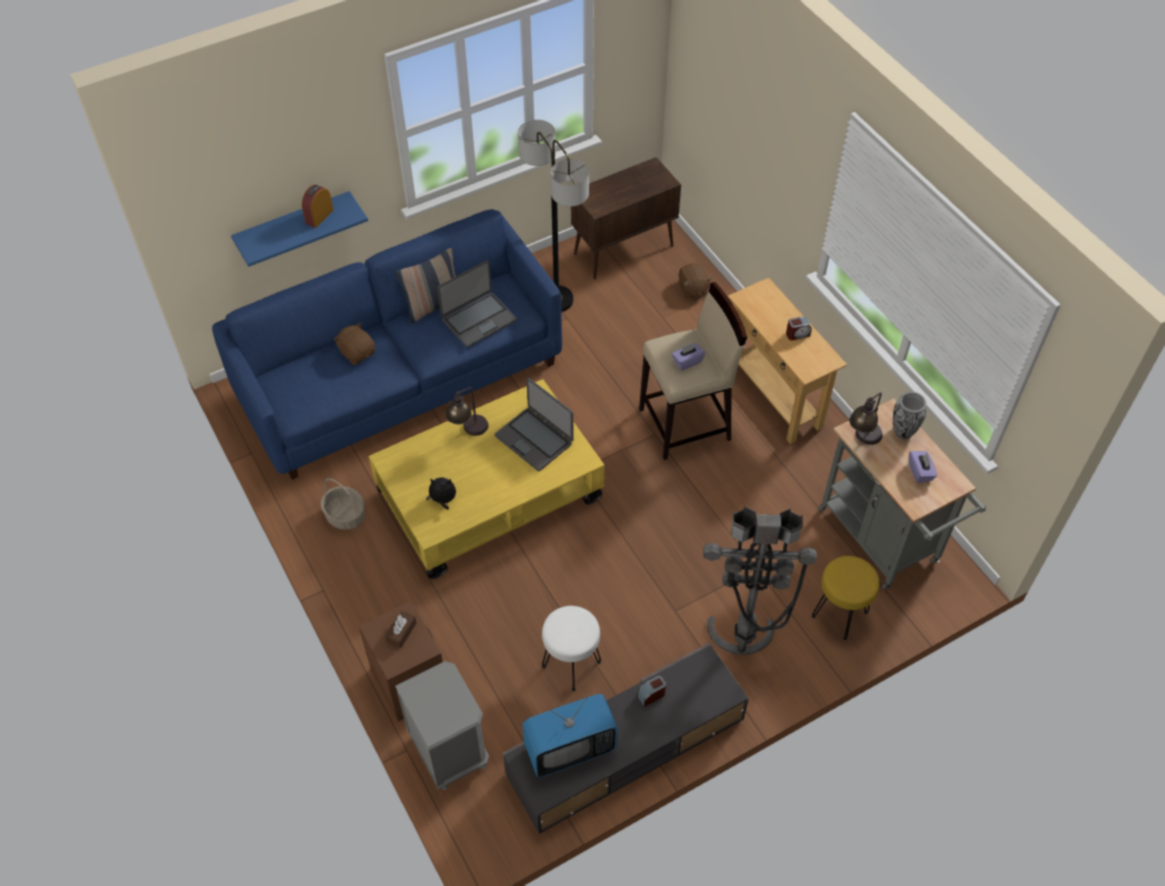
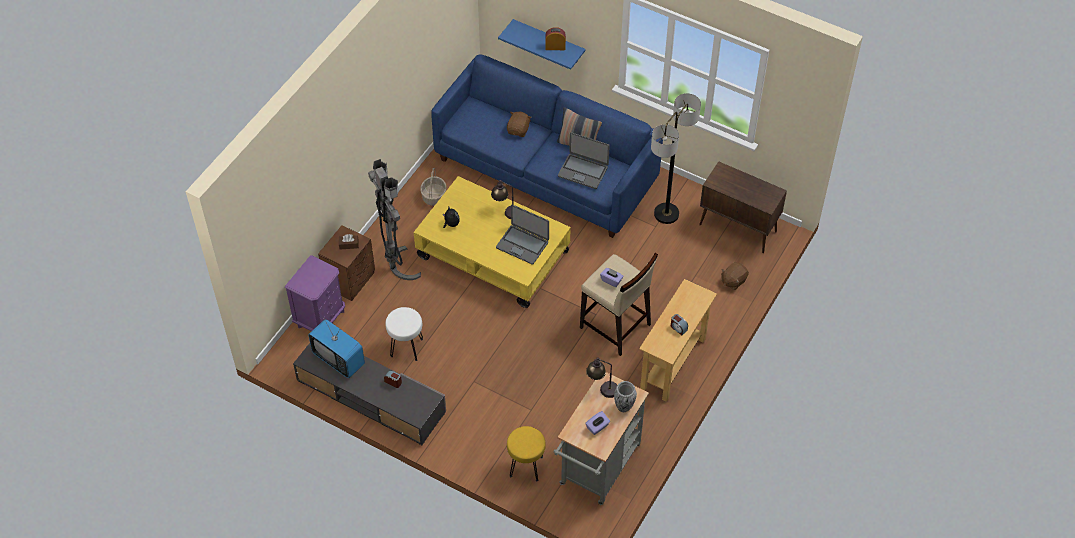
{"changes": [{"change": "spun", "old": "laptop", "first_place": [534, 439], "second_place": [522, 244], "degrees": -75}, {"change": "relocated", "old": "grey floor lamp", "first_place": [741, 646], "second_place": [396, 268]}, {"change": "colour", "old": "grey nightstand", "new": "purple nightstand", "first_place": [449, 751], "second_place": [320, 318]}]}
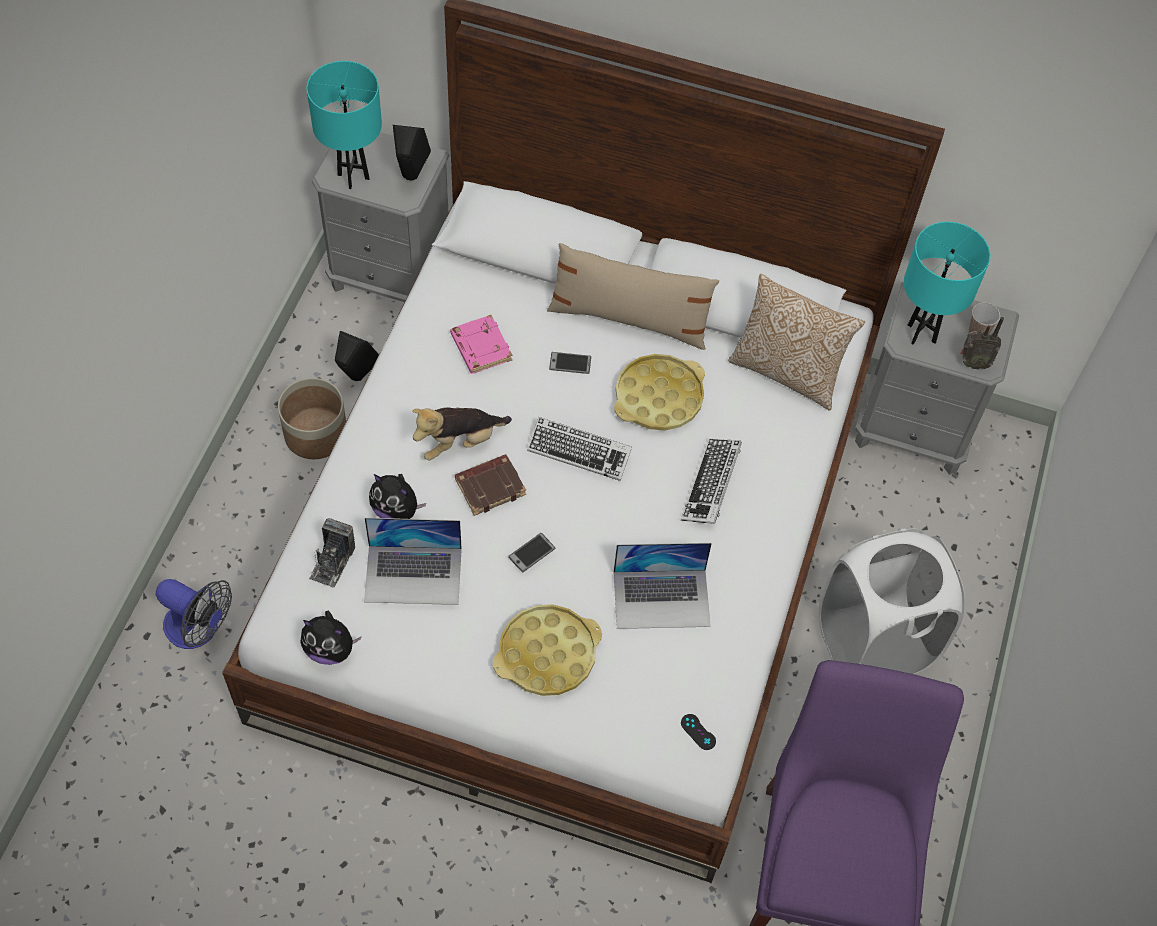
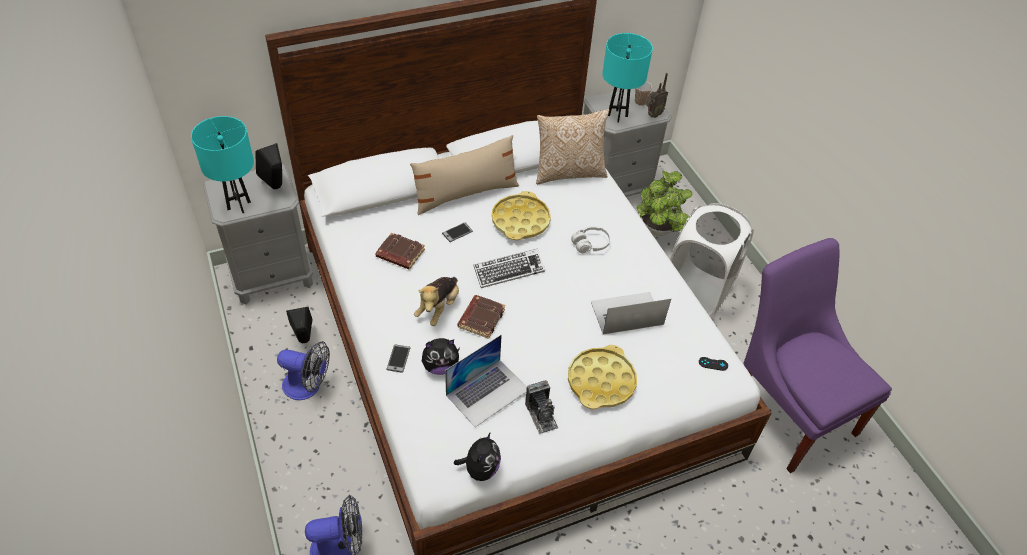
{"changes": [{"change": "colour", "old": "pink book", "new": "brown book", "first_place": [480, 347], "second_place": [399, 254]}, {"change": "exchanged", "old": "planter", "new": "fan", "first_place": [316, 433], "second_place": [308, 386]}, {"change": "exchanged", "old": "keyboard", "new": "white headphones", "first_place": [711, 484], "second_place": [590, 244]}, {"change": "relocated", "old": "photo camera", "first_place": [332, 562], "second_place": [541, 415]}, {"change": "relocated", "old": "phone", "first_place": [531, 553], "second_place": [398, 358]}, {"change": "spun", "old": "laptop", "first_place": [661, 598], "second_place": [626, 313], "degrees": -150}, {"change": "spun", "old": "plush toy", "first_place": [330, 649], "second_place": [480, 469], "degrees": -45}, {"change": "appeared", "new": "potted plant", "second_place": [657, 230]}]}
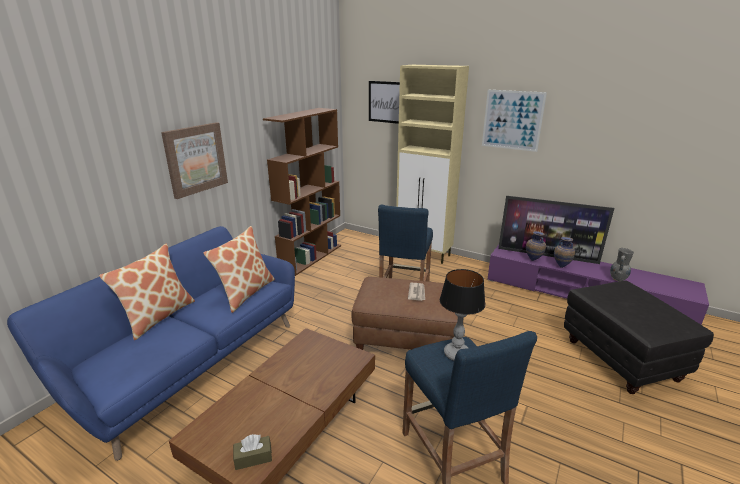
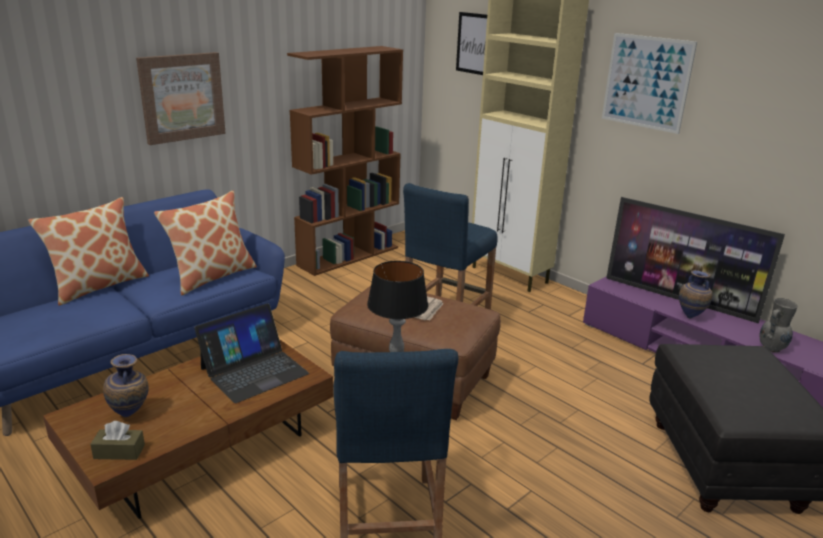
{"changes": [{"change": "relocated", "old": "vase", "first_place": [533, 260], "second_place": [131, 415]}, {"change": "appeared", "new": "laptop", "second_place": [254, 371]}]}
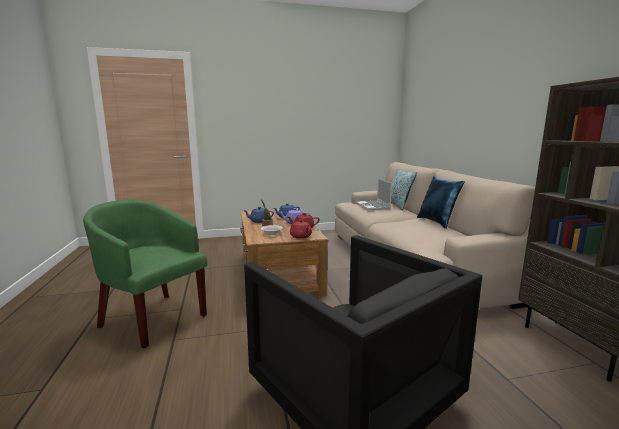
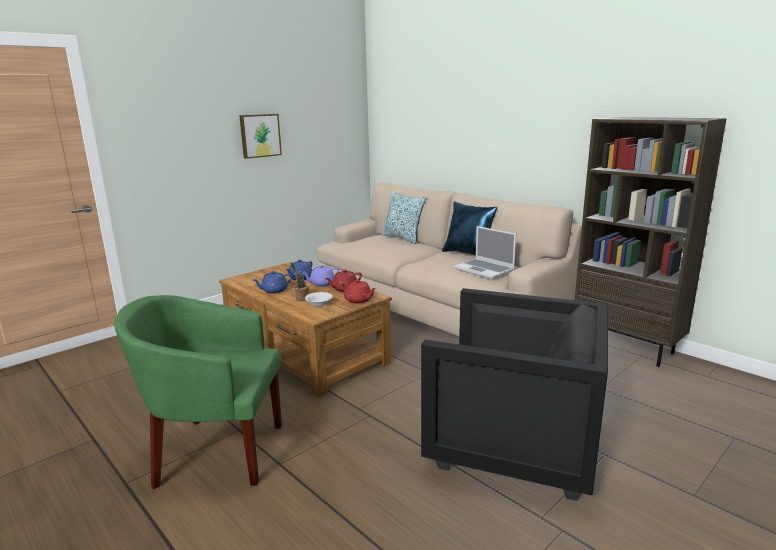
{"changes": [{"change": "relocated", "old": "laptop", "first_place": [373, 206], "second_place": [485, 270]}, {"change": "appeared", "new": "picture", "second_place": [260, 135]}]}
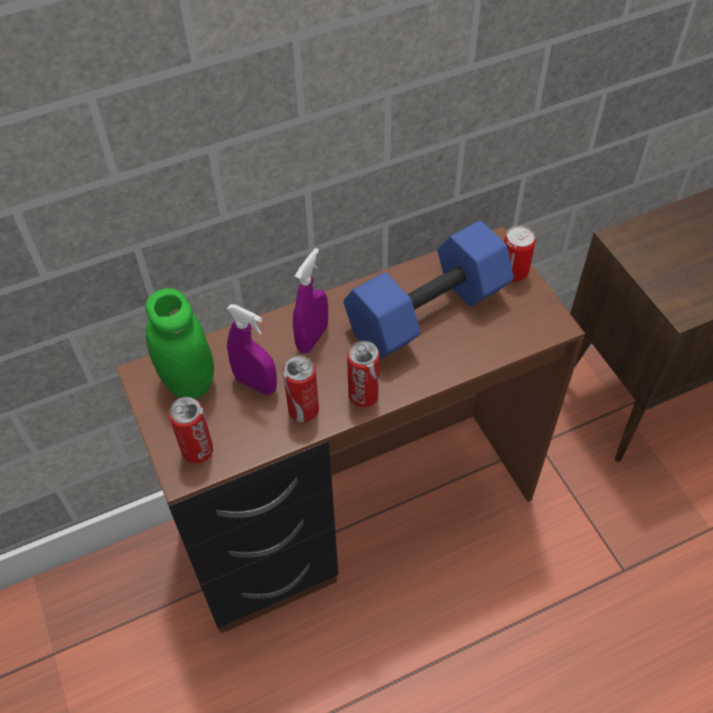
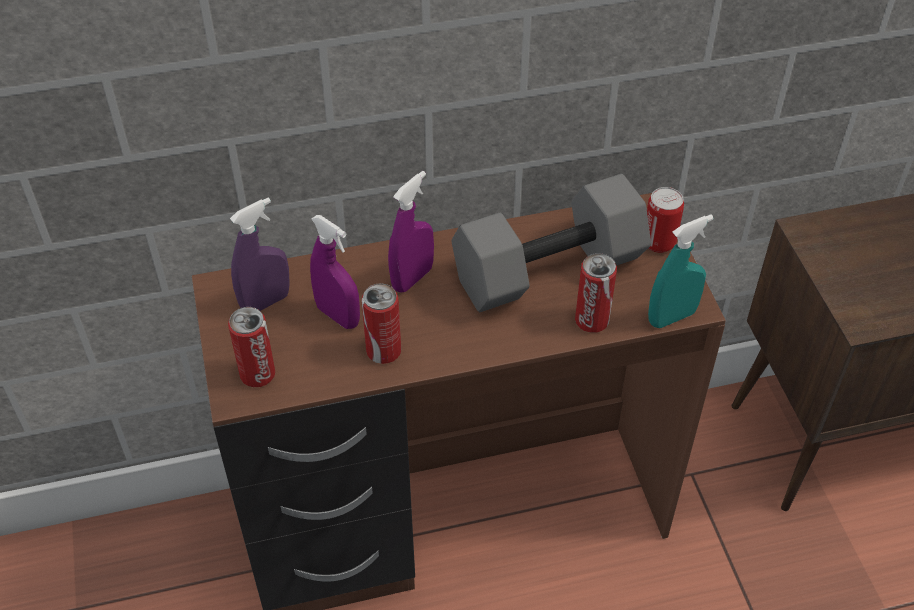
{"changes": [{"change": "colour", "old": "blue dumbbell", "new": "grey dumbbell", "first_place": [427, 309], "second_place": [549, 267]}, {"change": "exchanged", "old": "green jar", "new": "purple spray bottle", "first_place": [188, 381], "second_place": [266, 302]}, {"change": "relocated", "old": "can", "first_place": [363, 395], "second_place": [591, 321]}, {"change": "appeared", "new": "turquoise spray bottle", "second_place": [672, 317]}]}
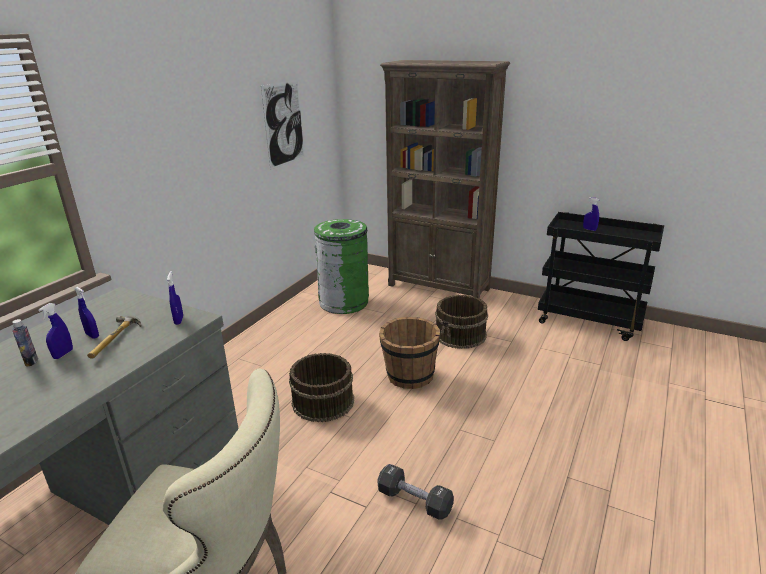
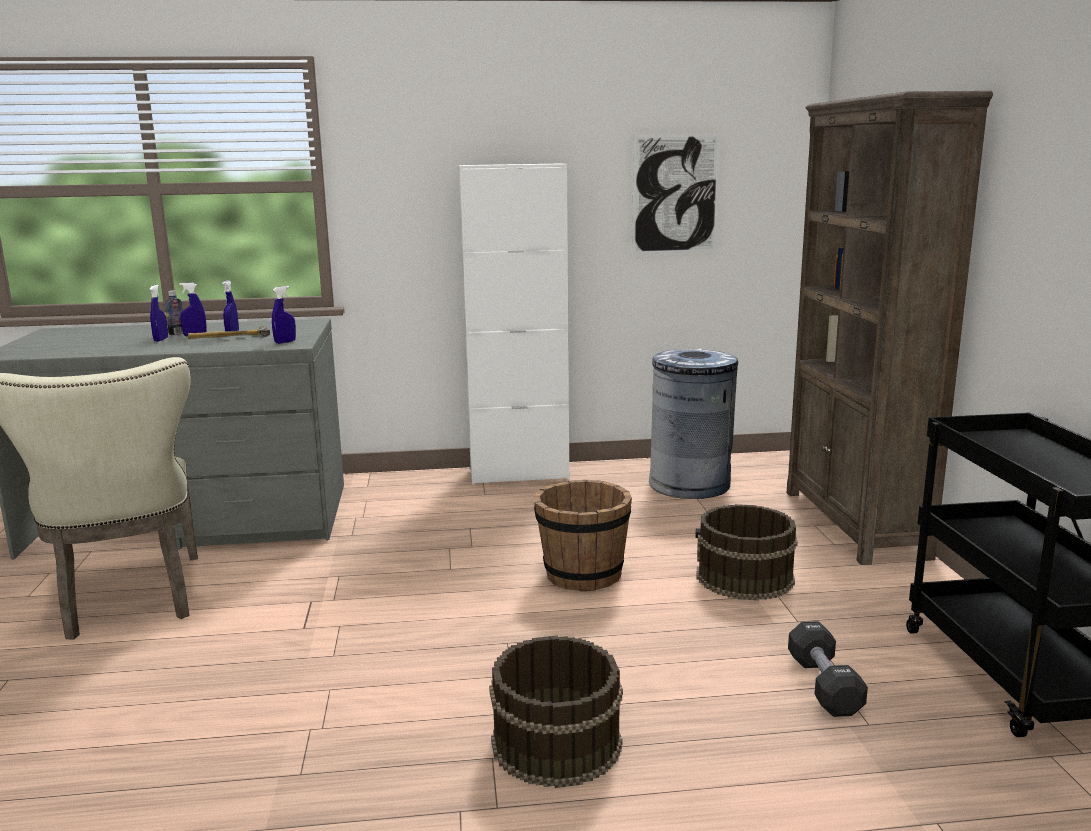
{"changes": [{"change": "relocated", "old": "blue spray bottle", "first_place": [589, 229], "second_place": [161, 340]}, {"change": "colour", "old": "green trash can", "new": "grey trash can", "first_place": [344, 302], "second_place": [690, 484]}, {"change": "relocated", "old": "brown bucket", "first_place": [322, 402], "second_place": [554, 743]}, {"change": "relocated", "old": "black dumbbell", "first_place": [414, 501], "second_place": [824, 685]}, {"change": "appeared", "new": "white cabinet", "second_place": [519, 474]}]}
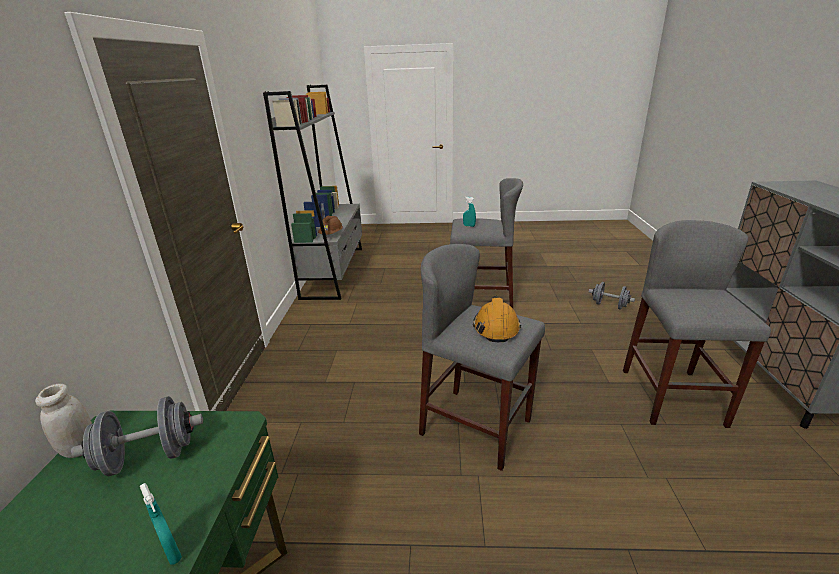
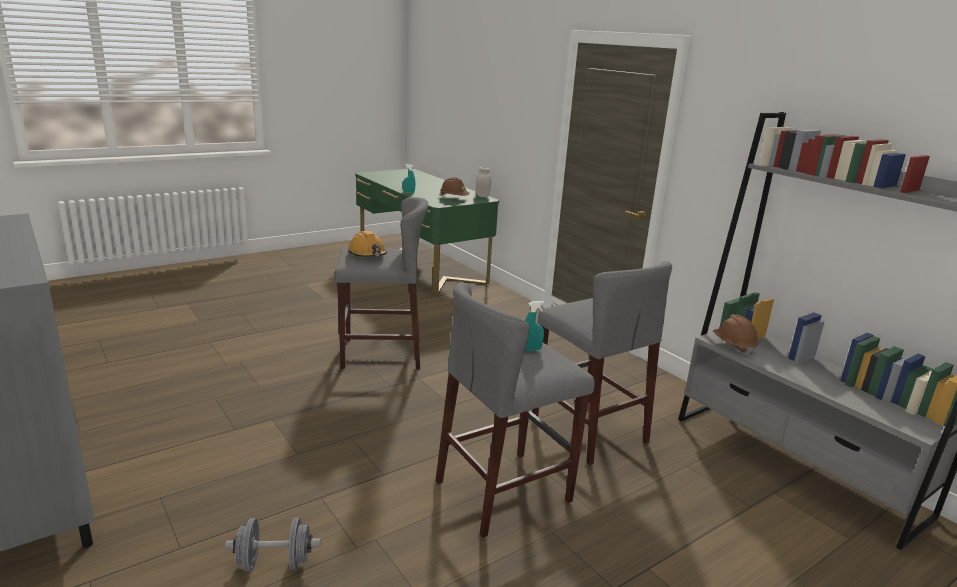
{"changes": [{"change": "relocated", "old": "grey stool", "first_place": [671, 397], "second_place": [588, 429]}, {"change": "exchanged", "old": "grey dumbbell", "new": "brown hard hat", "first_place": [149, 457], "second_place": [454, 198]}]}
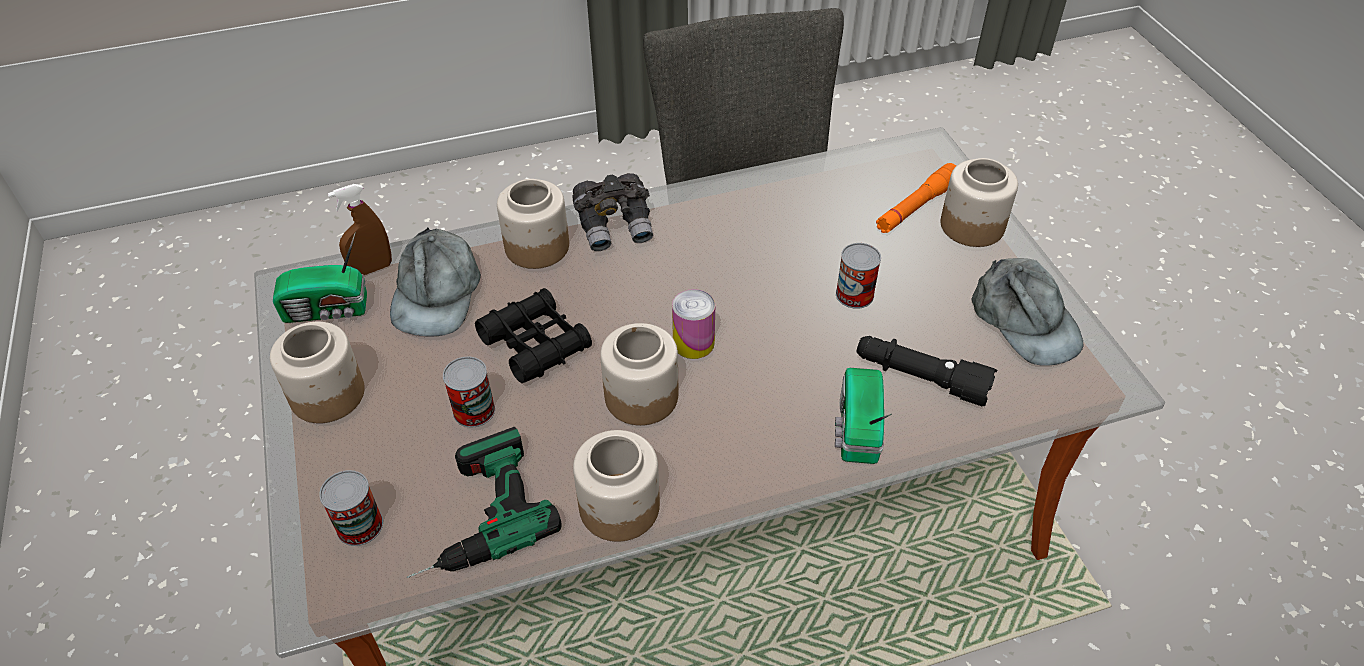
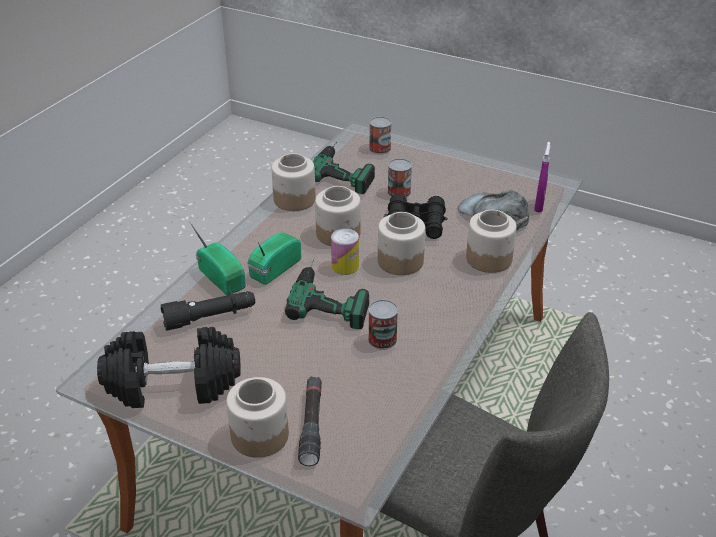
{"changes": [{"change": "colour", "old": "orange flashlight", "new": "black flashlight", "first_place": [916, 207], "second_place": [312, 425]}, {"change": "missing", "old": "grey binoculars", "first_place": [615, 226]}, {"change": "colour", "old": "brown spray bottle", "new": "purple spray bottle", "first_place": [372, 269], "second_place": [539, 206]}, {"change": "relocated", "old": "radio", "first_place": [328, 310], "second_place": [273, 269]}, {"change": "relocated", "old": "can", "first_place": [854, 294], "second_place": [382, 339]}, {"change": "exchanged", "old": "grey cap", "new": "black dumbbell", "first_place": [1024, 321], "second_place": [173, 386]}, {"change": "relocated", "old": "jar", "first_place": [327, 395], "second_place": [400, 261]}, {"change": "appeared", "new": "power drill", "second_place": [331, 296]}]}
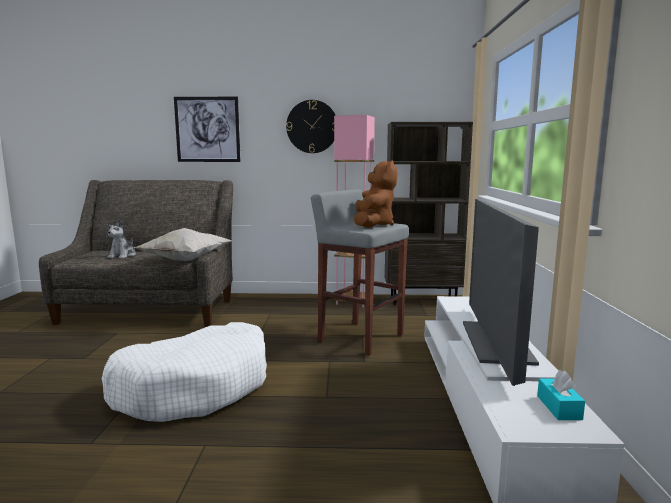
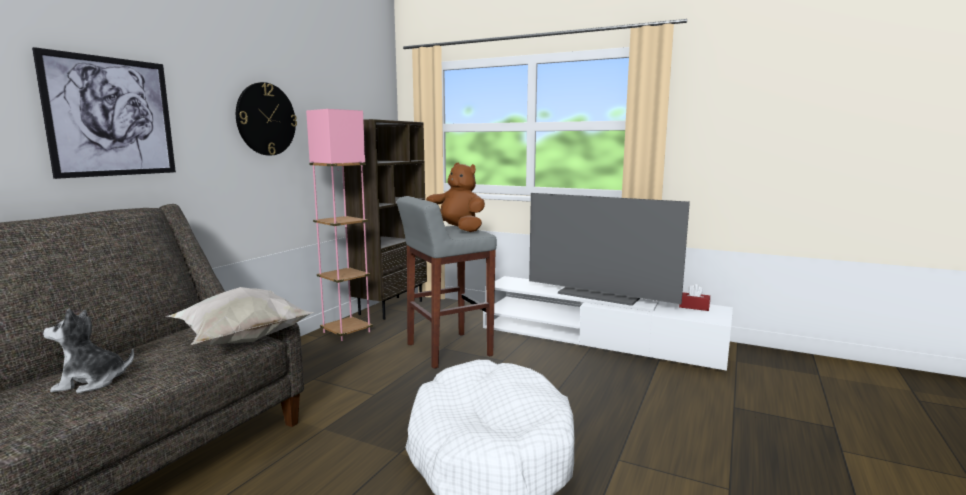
{"changes": [{"change": "spun", "old": "plush toy", "first_place": [123, 256], "second_place": [91, 382], "degrees": 135}, {"change": "colour", "old": "turquoise tissue box", "new": "red tissue box", "first_place": [559, 407], "second_place": [694, 307]}]}
